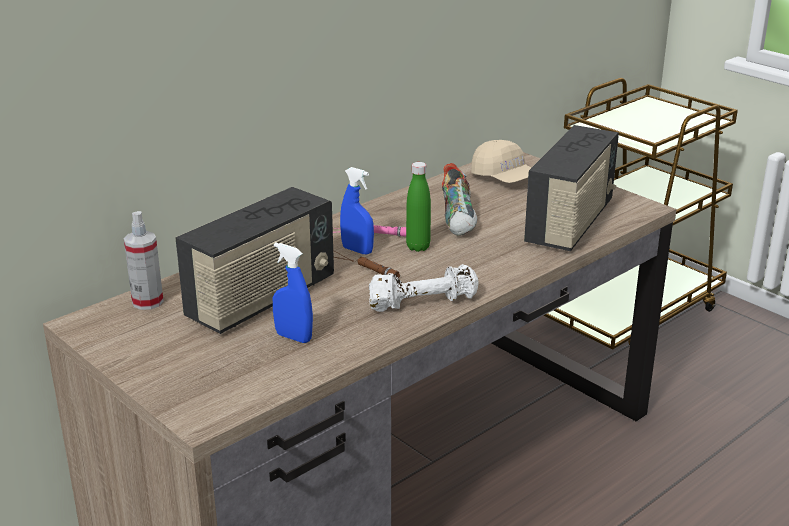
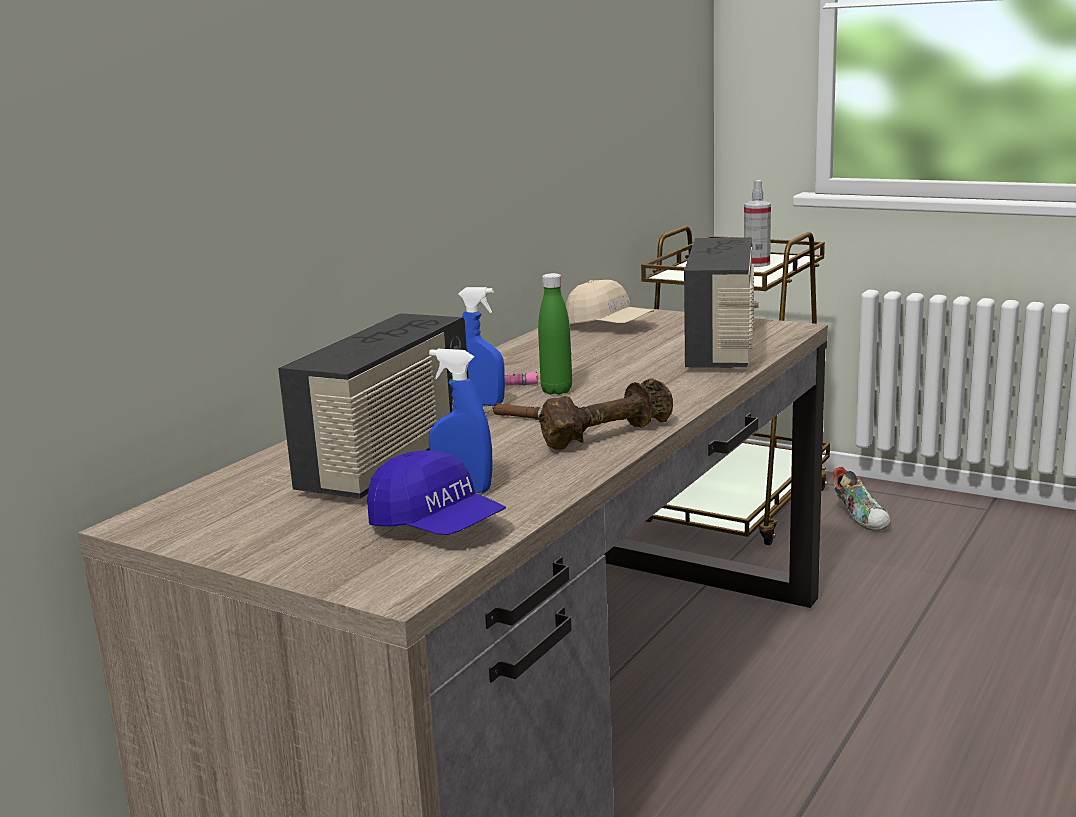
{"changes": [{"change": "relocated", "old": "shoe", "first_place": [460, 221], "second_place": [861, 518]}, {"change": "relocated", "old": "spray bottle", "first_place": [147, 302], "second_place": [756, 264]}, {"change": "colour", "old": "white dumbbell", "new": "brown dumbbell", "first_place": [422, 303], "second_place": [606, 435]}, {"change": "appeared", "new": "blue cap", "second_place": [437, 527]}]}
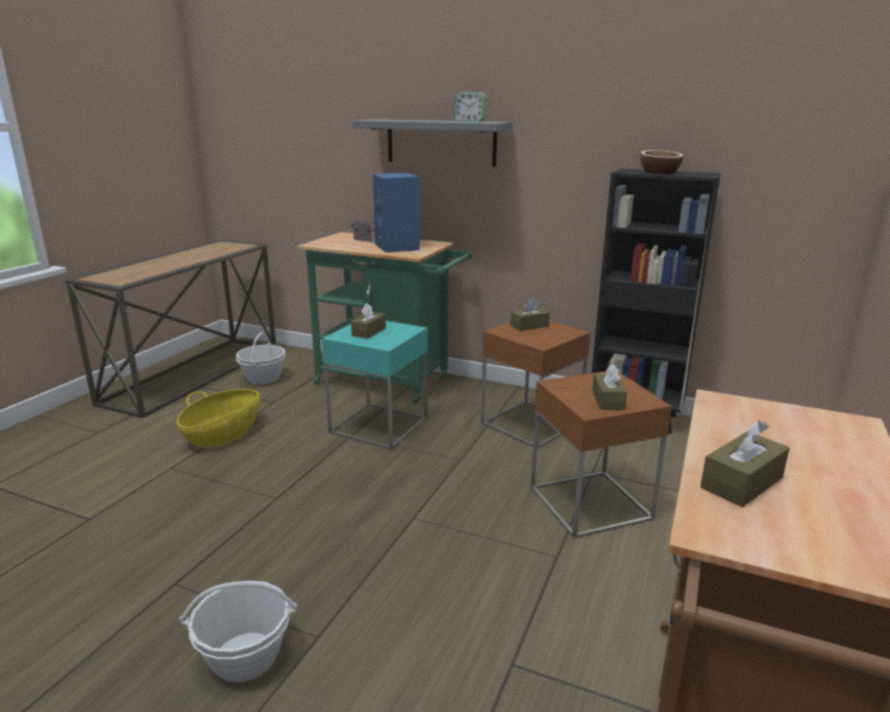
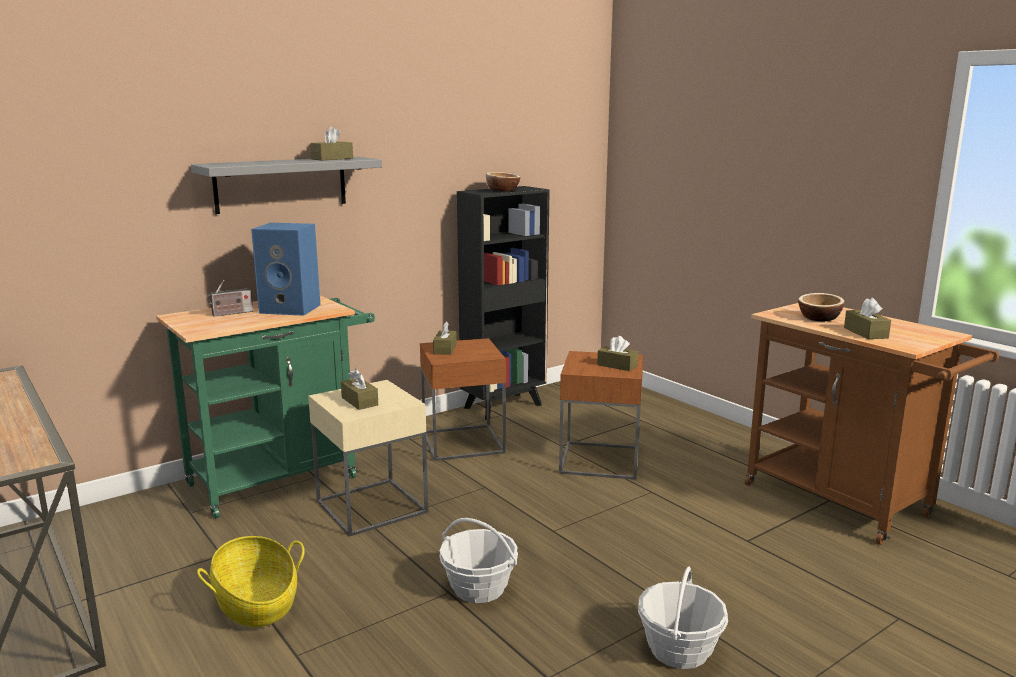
{"changes": [{"change": "exchanged", "old": "alarm clock", "new": "brown tissue box", "first_place": [469, 121], "second_place": [332, 159]}, {"change": "colour", "old": "turquoise side table", "new": "beige side table", "first_place": [379, 425], "second_place": [372, 506]}, {"change": "relocated", "old": "basket", "first_place": [263, 378], "second_place": [479, 588]}, {"change": "appeared", "new": "bowl", "second_place": [819, 318]}]}
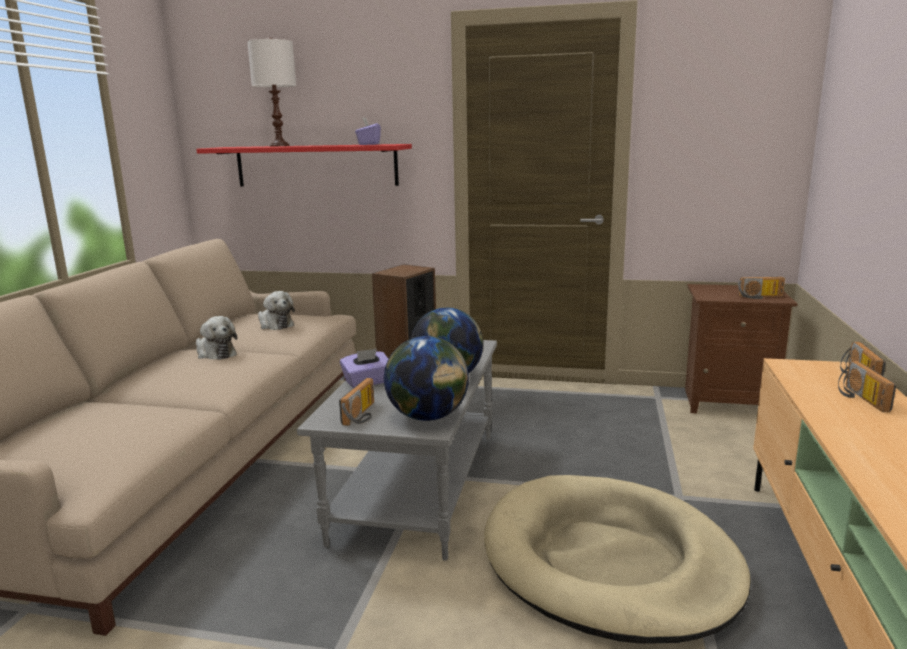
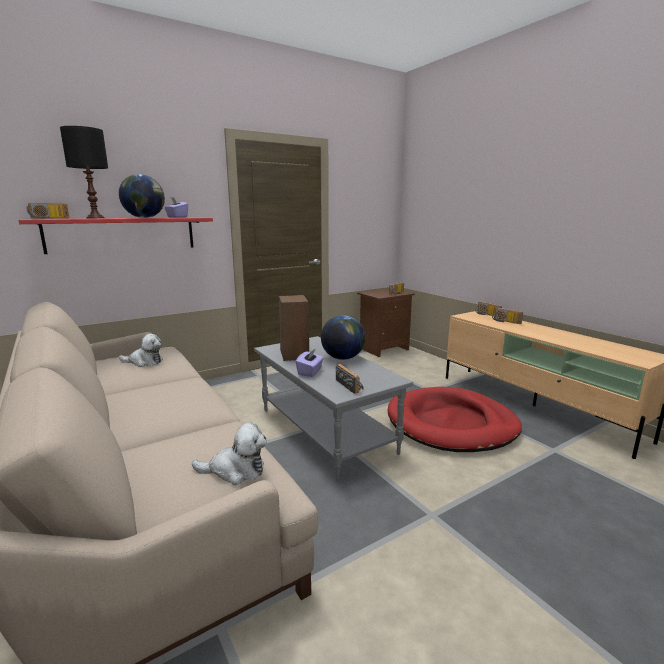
{"changes": [{"change": "colour", "old": "white table lamp", "new": "black table lamp", "first_place": [279, 146], "second_place": [95, 218]}, {"change": "relocated", "old": "plush toy", "first_place": [215, 354], "second_place": [235, 470]}, {"change": "relocated", "old": "globe", "first_place": [428, 417], "second_place": [145, 217]}, {"change": "colour", "old": "beige dog bed", "new": "red dog bed", "first_place": [609, 562], "second_place": [451, 424]}, {"change": "appeared", "new": "radio", "second_place": [49, 218]}]}
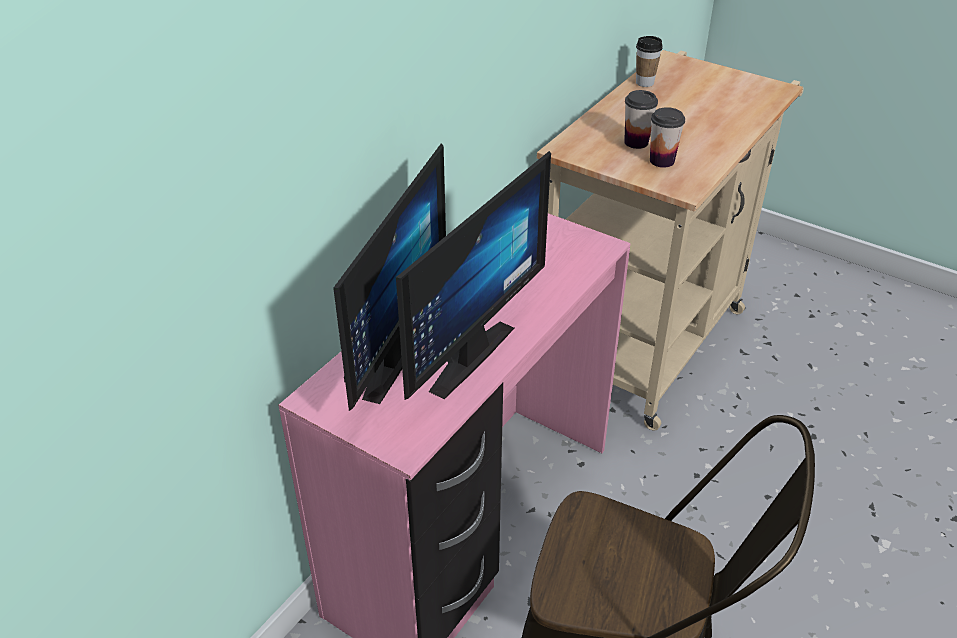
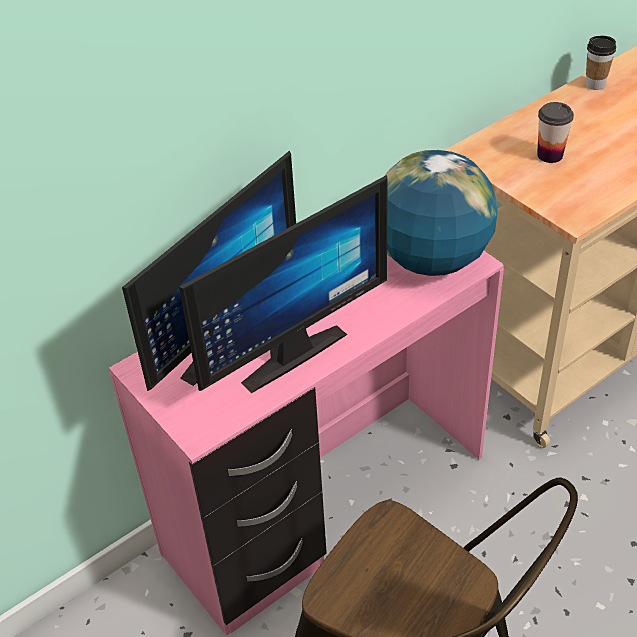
{"changes": [{"change": "missing", "old": "cup", "first_place": [662, 161]}, {"change": "appeared", "new": "globe", "second_place": [431, 259]}]}
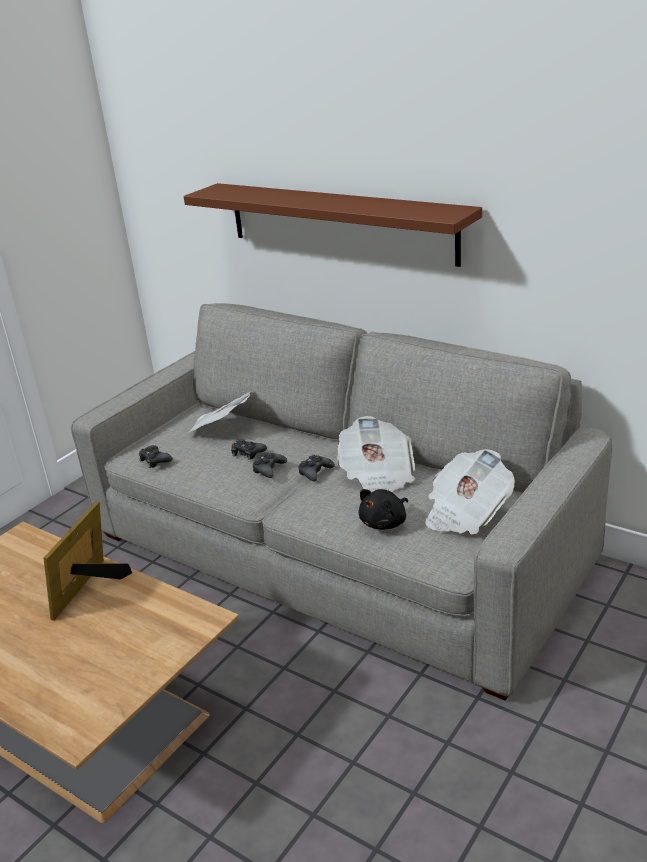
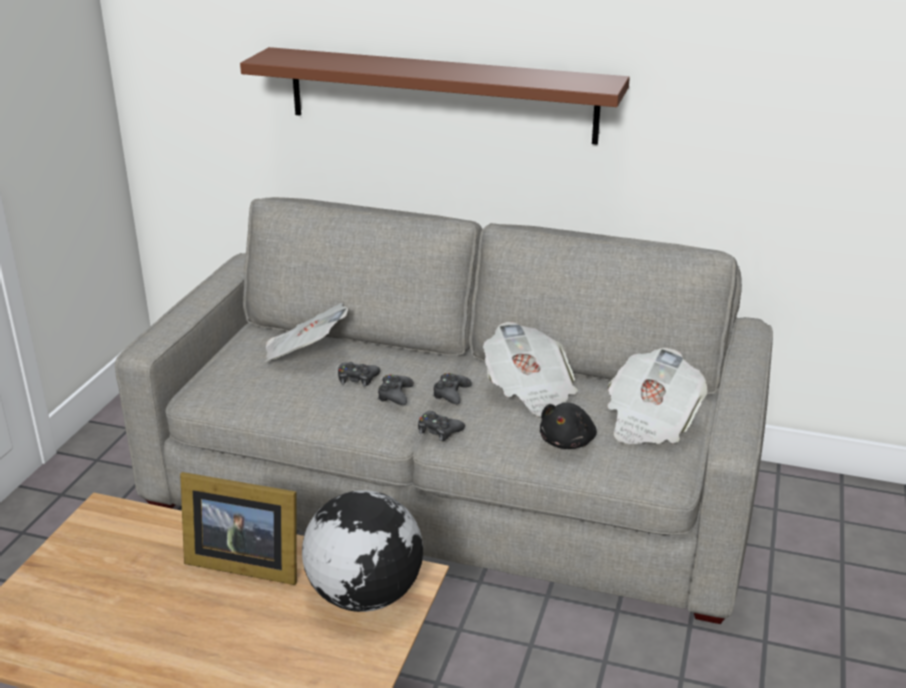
{"changes": [{"change": "relocated", "old": "black game controller", "first_place": [155, 460], "second_place": [439, 430]}, {"change": "spun", "old": "picture frame", "first_place": [90, 589], "second_place": [242, 562], "degrees": -75}, {"change": "appeared", "new": "globe", "second_place": [364, 594]}]}
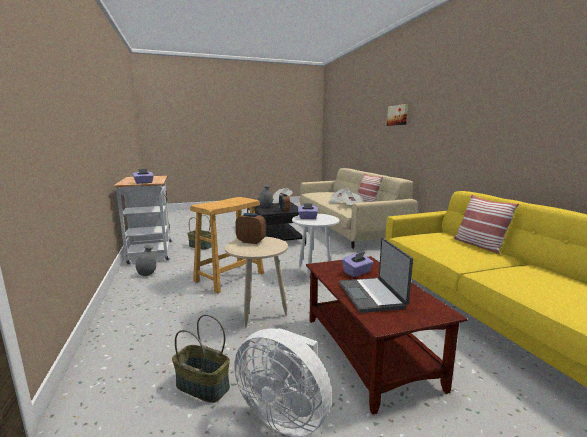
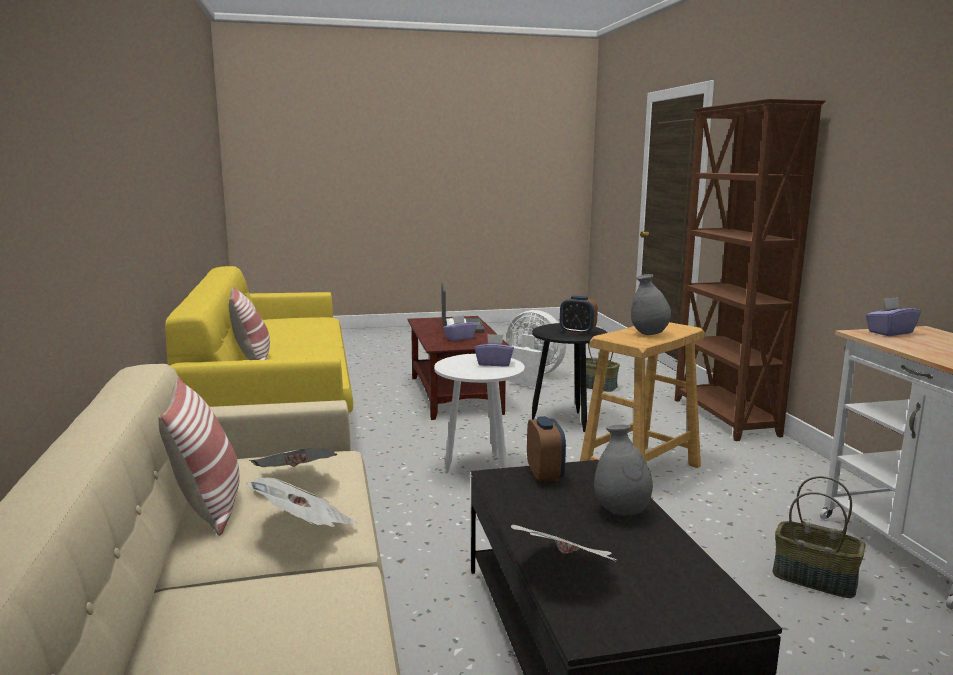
{"changes": [{"change": "missing", "old": "picture", "first_place": [398, 115]}, {"change": "colour", "old": "beige side table", "new": "black side table", "first_place": [258, 316], "second_place": [566, 420]}, {"change": "relocated", "old": "grey vase", "first_place": [147, 274], "second_place": [649, 334]}, {"change": "appeared", "new": "brown bookcase", "second_place": [724, 418]}]}
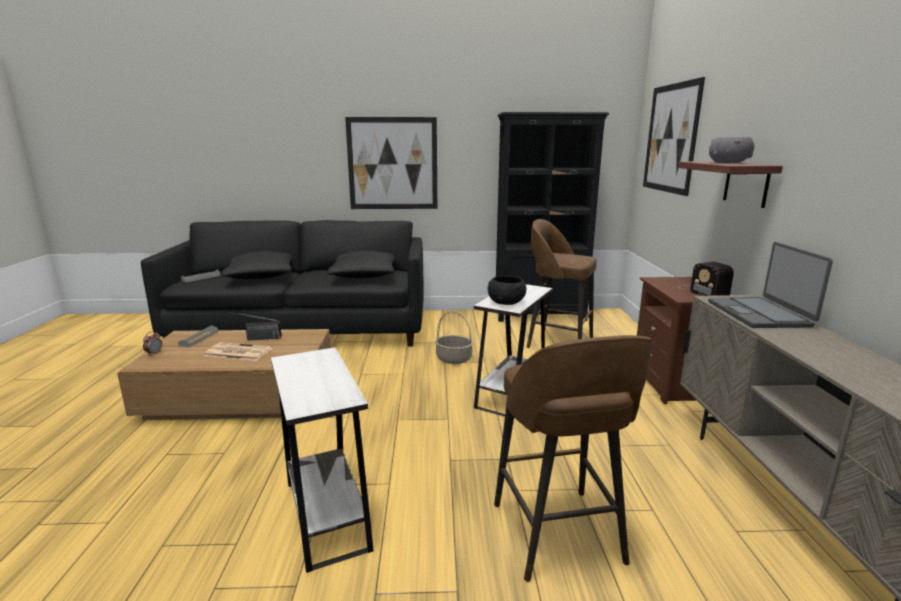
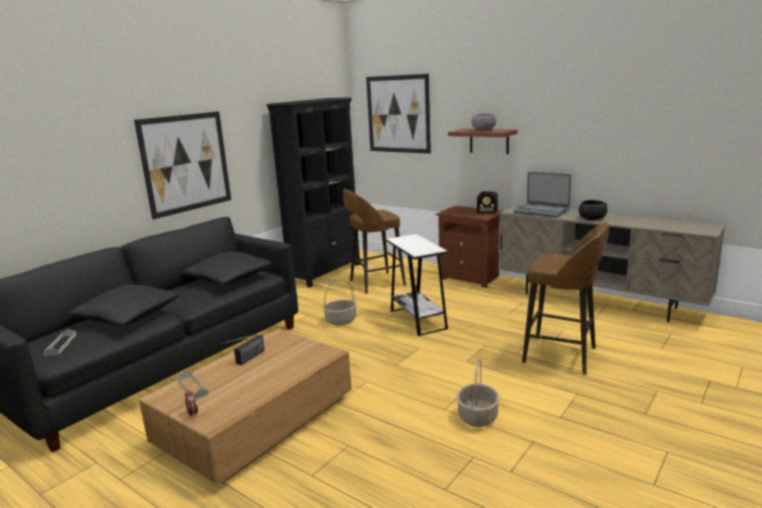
{"changes": [{"change": "relocated", "old": "black bowl", "first_place": [506, 302], "second_place": [592, 218]}, {"change": "missing", "old": "newspaper", "first_place": [237, 352]}, {"change": "exchanged", "old": "white side table", "new": "basket", "first_place": [327, 515], "second_place": [477, 416]}]}
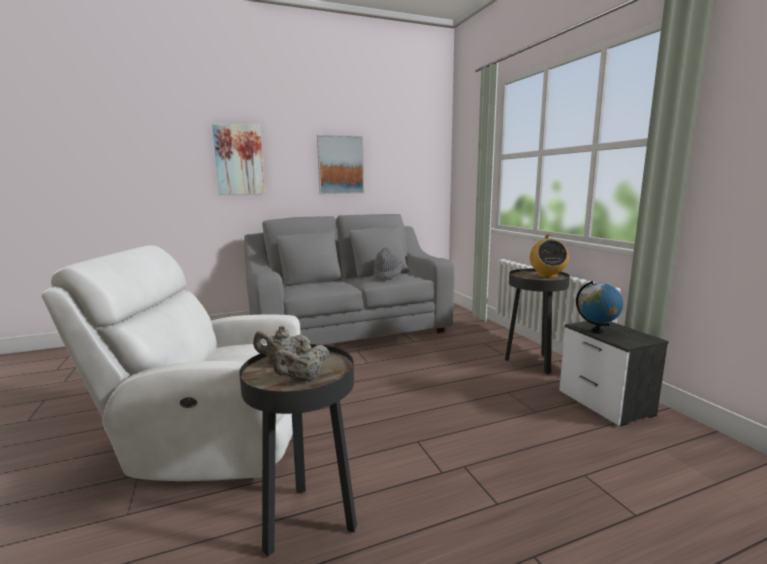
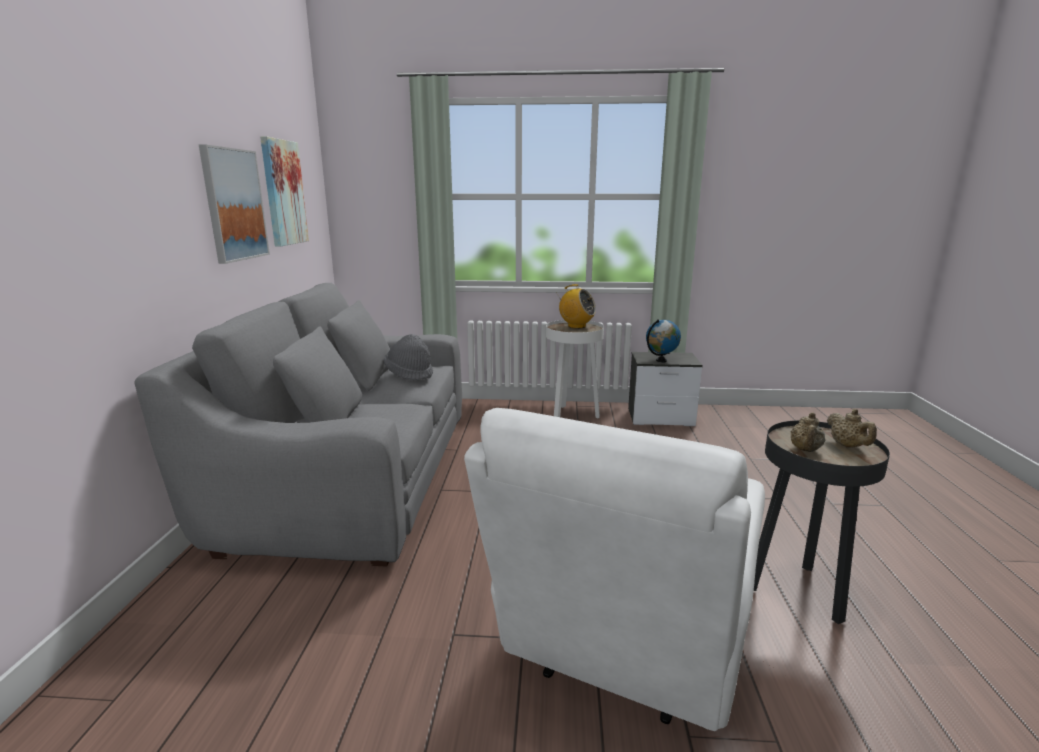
{"changes": [{"change": "relocated", "old": "picture", "first_place": [239, 160], "second_place": [283, 193]}, {"change": "colour", "old": "black side table", "new": "white side table", "first_place": [532, 363], "second_place": [571, 416]}]}
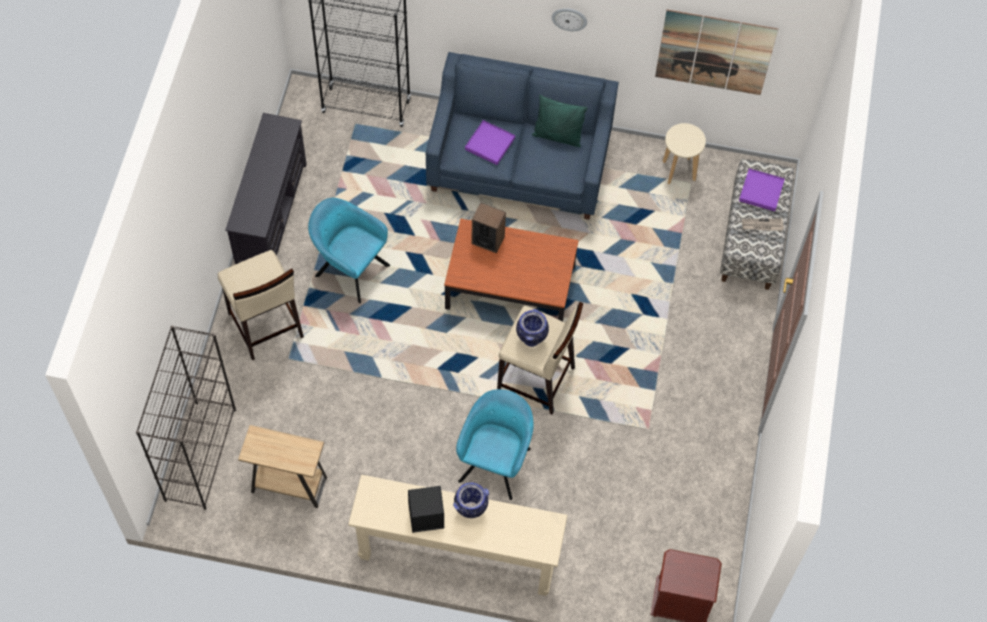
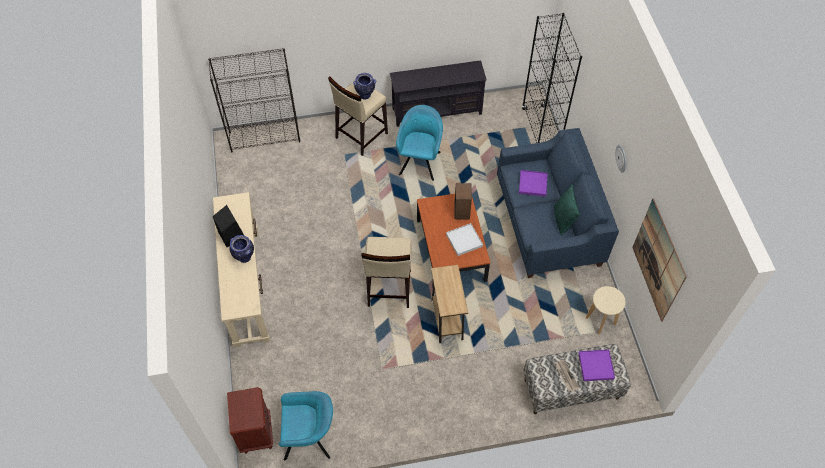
{"changes": [{"change": "relocated", "old": "vase", "first_place": [531, 339], "second_place": [365, 95]}, {"change": "relocated", "old": "turquoise armchair", "first_place": [496, 461], "second_place": [310, 437]}, {"change": "relocated", "old": "brown side table", "first_place": [289, 485], "second_place": [447, 320]}, {"change": "appeared", "new": "white tray", "second_place": [464, 240]}]}
